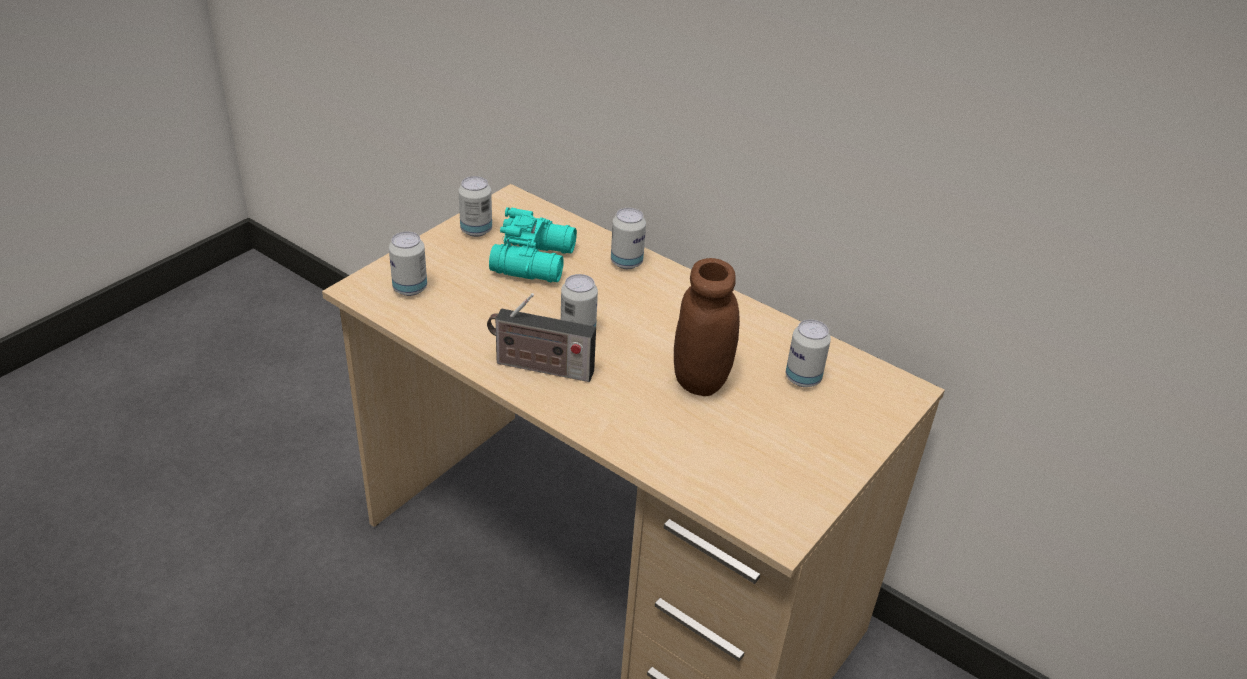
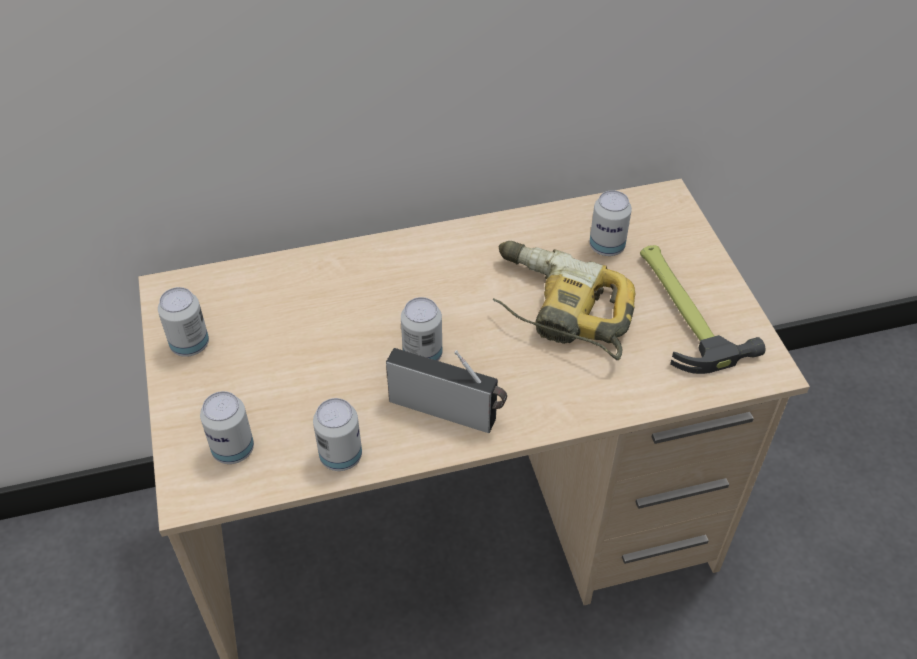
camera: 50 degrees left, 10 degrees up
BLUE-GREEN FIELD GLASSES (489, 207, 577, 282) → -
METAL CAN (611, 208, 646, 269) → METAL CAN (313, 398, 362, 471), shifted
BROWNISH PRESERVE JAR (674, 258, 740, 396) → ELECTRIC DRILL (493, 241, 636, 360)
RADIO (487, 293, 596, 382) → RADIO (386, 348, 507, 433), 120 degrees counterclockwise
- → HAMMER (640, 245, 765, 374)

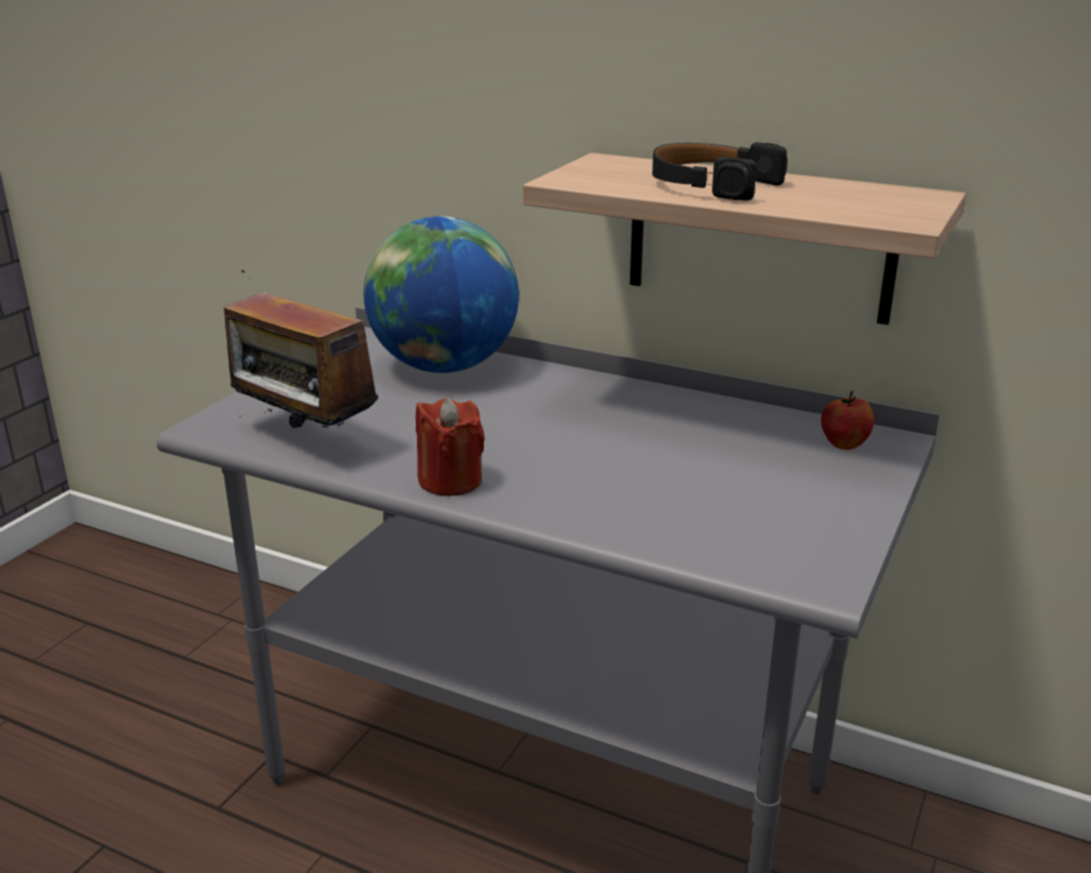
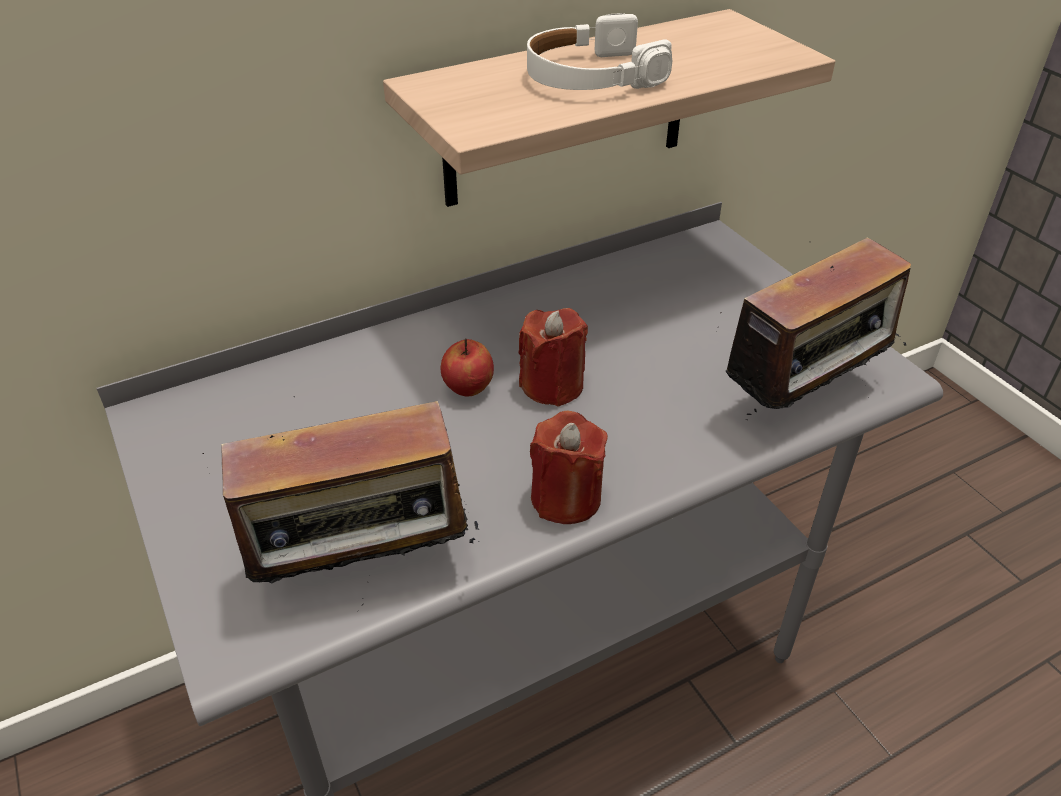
camera: 55 degrees left, 15 degrees up
BLACK-COLOURED HEADSET (652, 142, 787, 201) → WHITISH HEADSET (527, 13, 672, 90)
GLOBE (363, 216, 519, 373) → -
APPLE FRUIT (821, 391, 874, 450) → APPLE FRUIT (441, 338, 494, 396), shifted
- → RADIO (720, 237, 911, 420)
- → RED WAX LIGHT (518, 308, 588, 406)

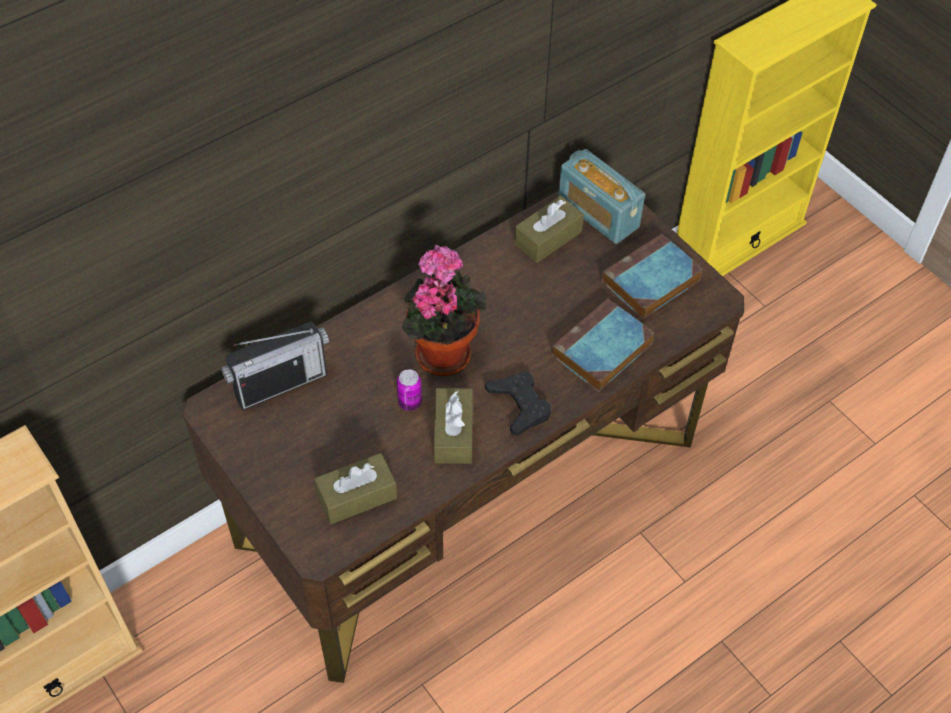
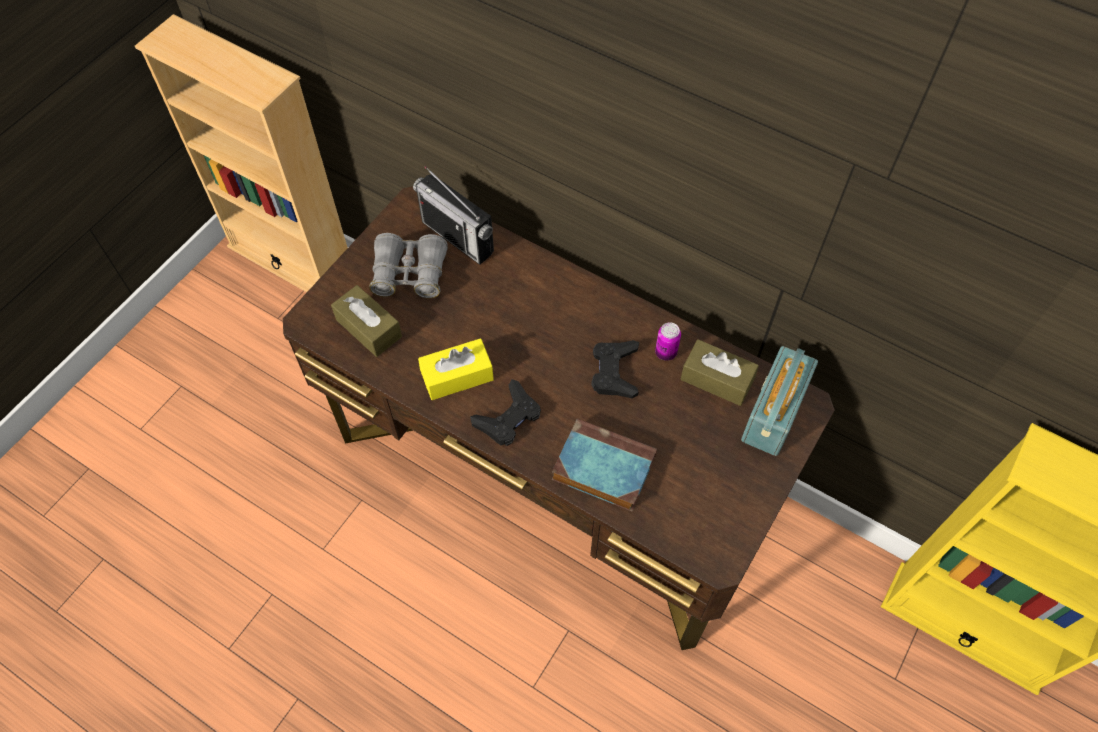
camera: 70 degrees right, 5 degrees up
VOLUME (602, 233, 704, 319) → -
POTTED PLANT (402, 245, 487, 376) → -
METAL CAN (397, 369, 422, 411) → METAL CAN (655, 322, 681, 361), shifted
BROWNISH TISSUE HOLDER (434, 388, 473, 464) → YELLOW-COLOURED TISSUE HOLDER (418, 338, 494, 400)
- → GREYISH FIELD GLASSES (369, 233, 448, 298)
- → BLACK-COLOURED GAMEPAD (591, 340, 639, 398)

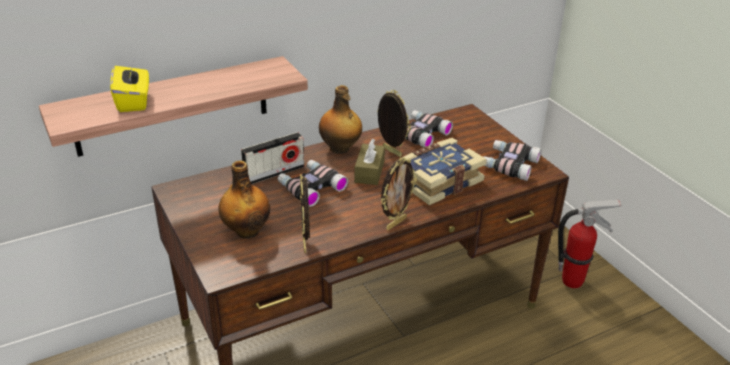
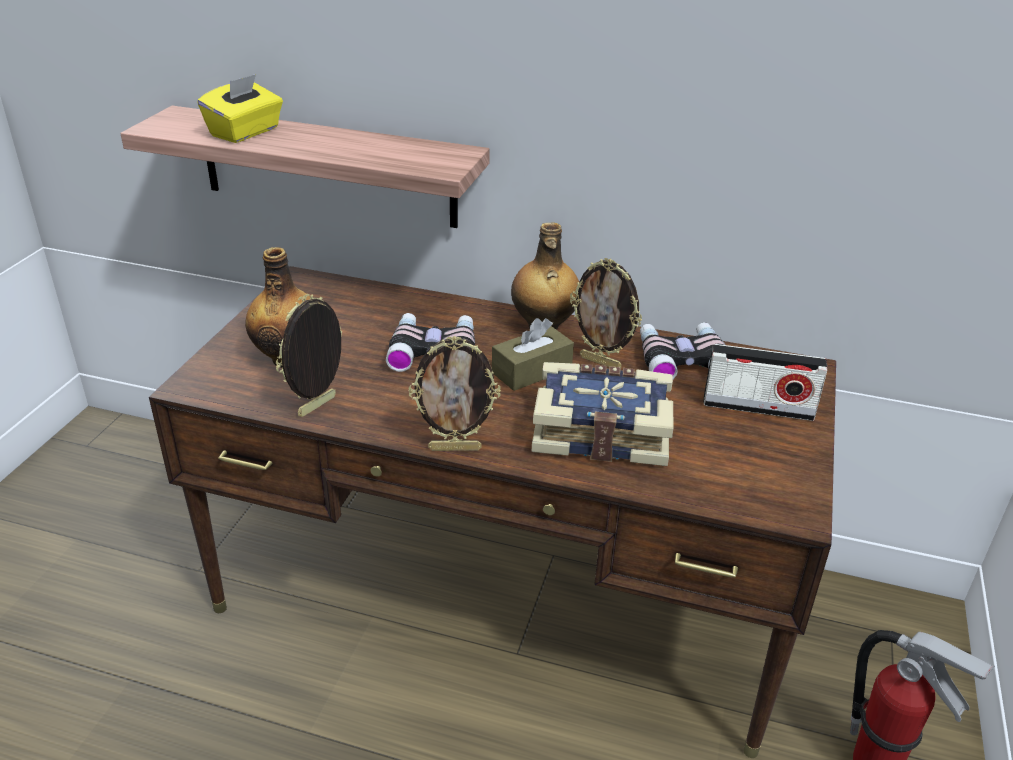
camera: 45 degrees right, 0 degrees up
PICTURE FRAME (377, 90, 411, 157) → PICTURE FRAME (570, 258, 642, 369), 120 degrees clockwise
RADIO (241, 132, 304, 184) → RADIO (703, 344, 828, 421), shifted
FIELD GLASSES (484, 140, 542, 181) → -

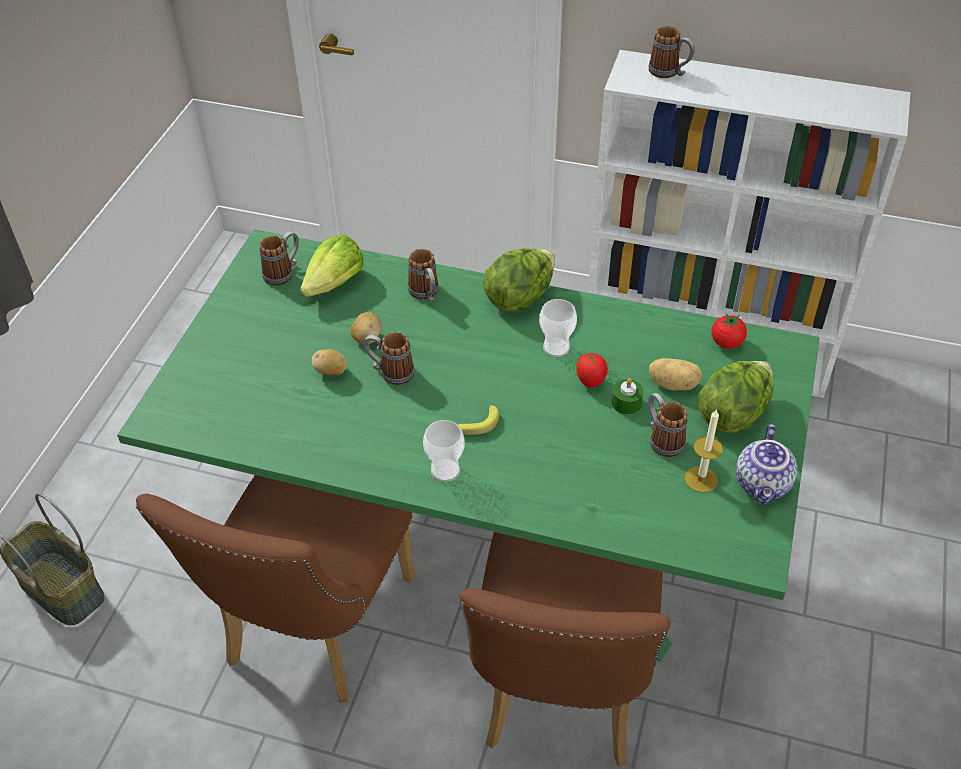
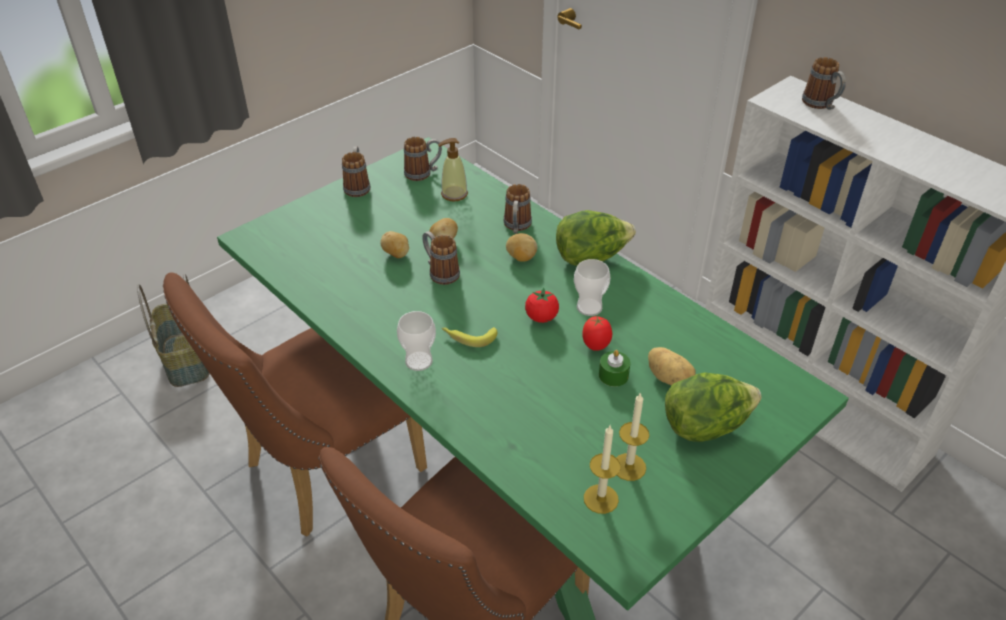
camera: 30 degrees right, 5 degrees down
HEAD OF LETTUCE (300, 235, 364, 297) → SOAP DISPENSER (438, 138, 468, 202)
WHOLE TOMATO (711, 313, 747, 349) → WHOLE TOMATO (525, 288, 559, 323), shifted
COFFEE MUG (648, 393, 688, 457) → COFFEE MUG (342, 146, 370, 197), shifted
TEA POT (736, 424, 797, 504) → -
- → SPUD (506, 233, 537, 262)
- → WAX LIGHT (584, 426, 621, 514)

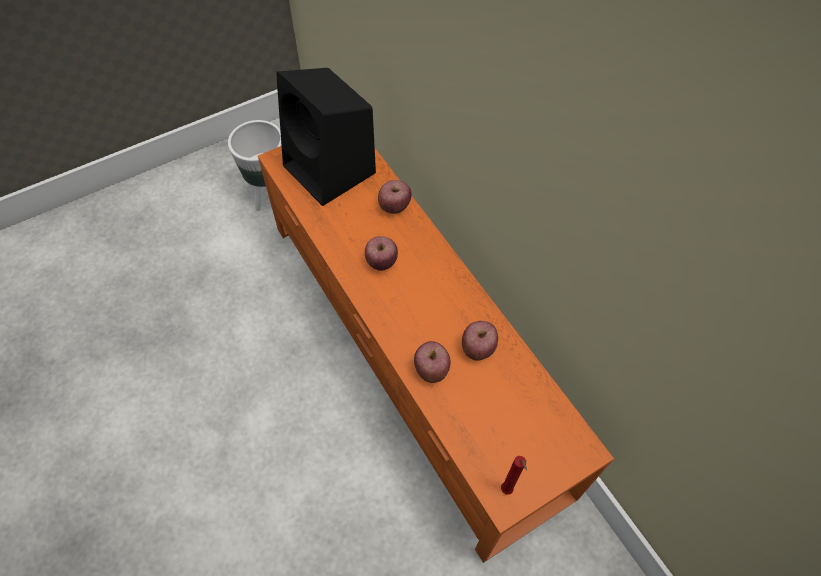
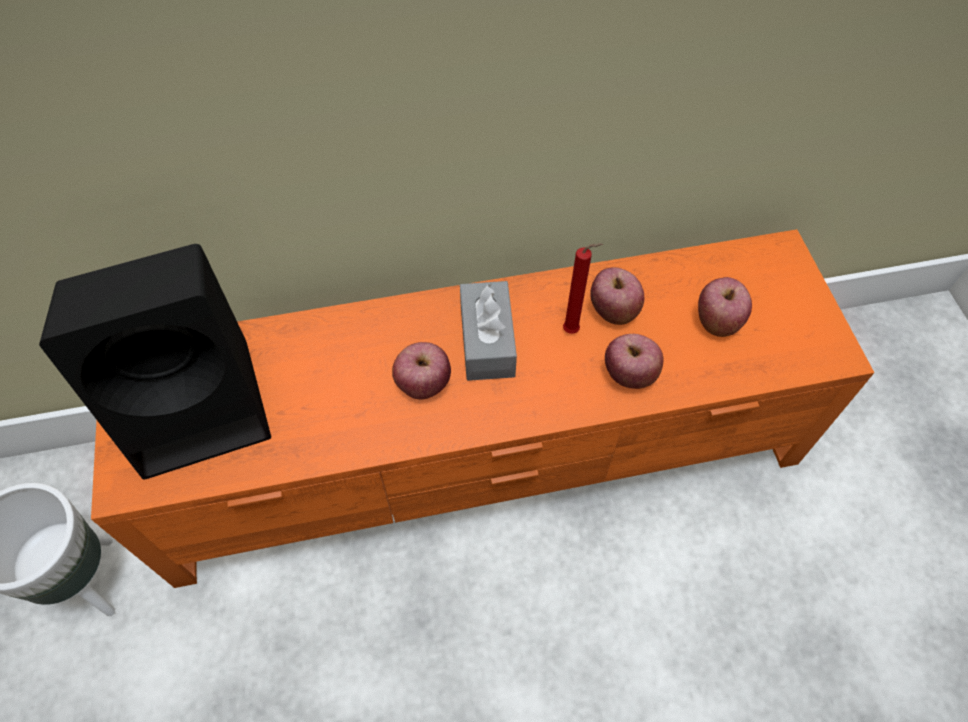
camera: 70 degrees left, 0 degrees up
APPLE FRUIT (378, 180, 412, 214) → APPLE FRUIT (698, 277, 752, 337), shifted
RED WAX LIGHT (501, 456, 527, 495) → RED WAX LIGHT (563, 243, 602, 334), shifted
- → GREYISH TISSUE HOLDER (460, 281, 517, 381)

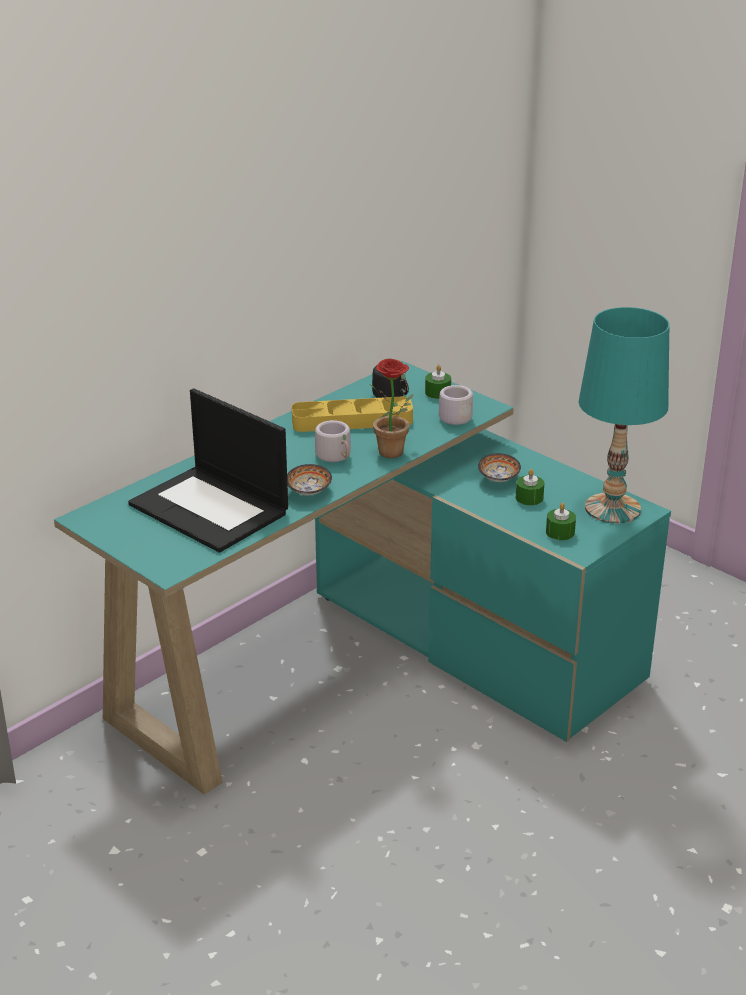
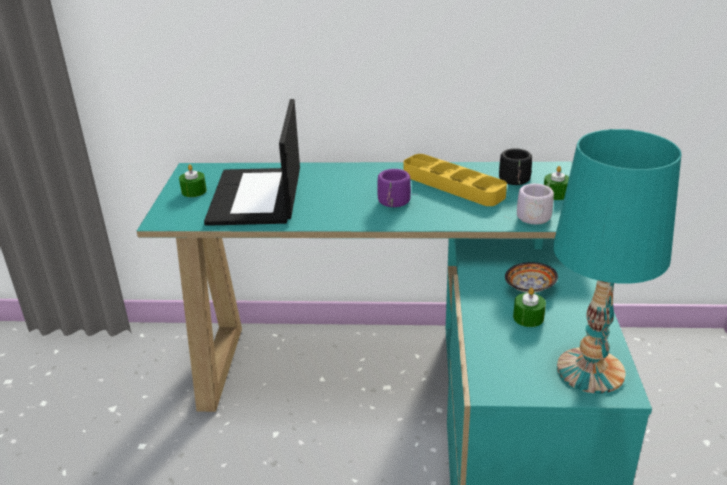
camera: 50 degrees right, 0 degrees up
POTTED PLANT (369, 358, 413, 458) → -
GREYISH COFFEE MUG (315, 420, 351, 462) → PURPLISH COFFEE MUG (377, 169, 414, 207)
DEEP DISH (287, 464, 332, 496) → -
GREEN WAX LIGHT (546, 503, 576, 540) → GREEN WAX LIGHT (179, 164, 207, 197), shifted

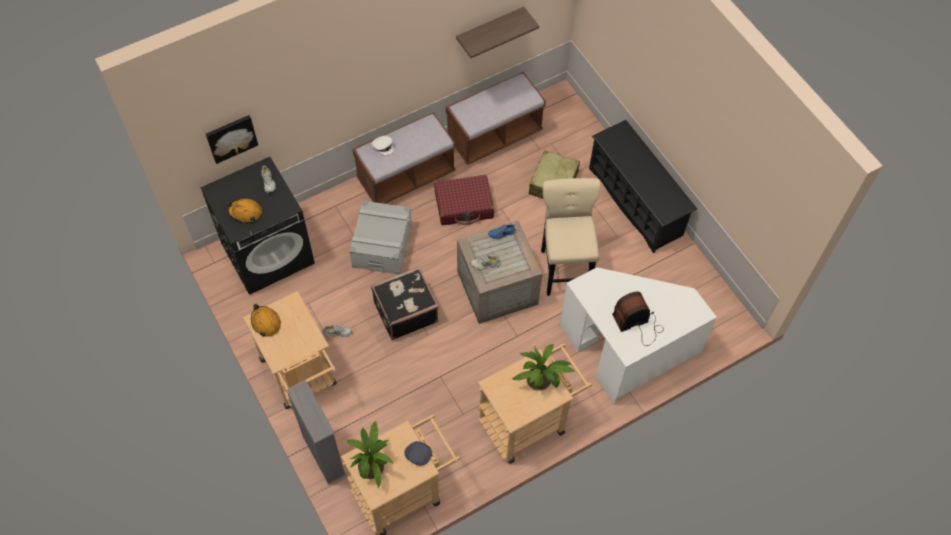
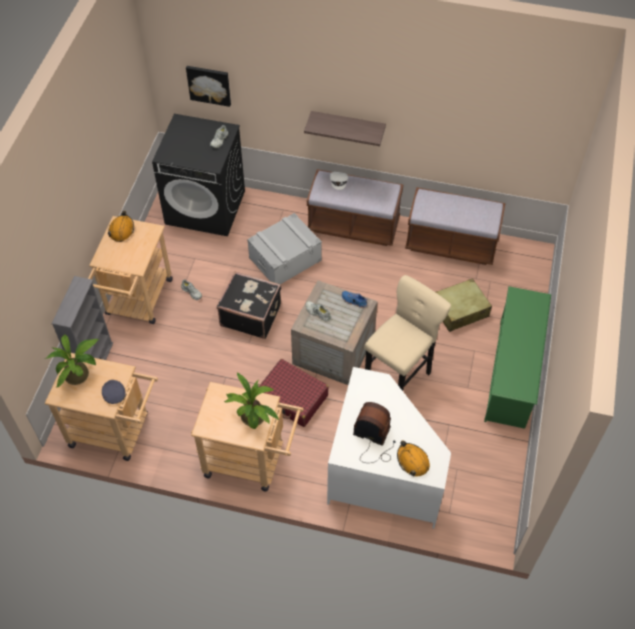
camera: 45 degrees right, 5 degrees down
WALL SHELF (456, 7, 539, 58) → WALL SHELF (304, 111, 386, 146), shifted
BLACK-COLOURED SHOE STAND (589, 120, 697, 253) → GREEN SHOE STAND (484, 286, 551, 429)
RED TRAVEL CASE (434, 175, 494, 225) → RED TRAVEL CASE (259, 359, 329, 427), shifted
ORANGE SAFETY HELMET (226, 199, 262, 223) → ORANGE SAFETY HELMET (397, 440, 430, 476), shifted

